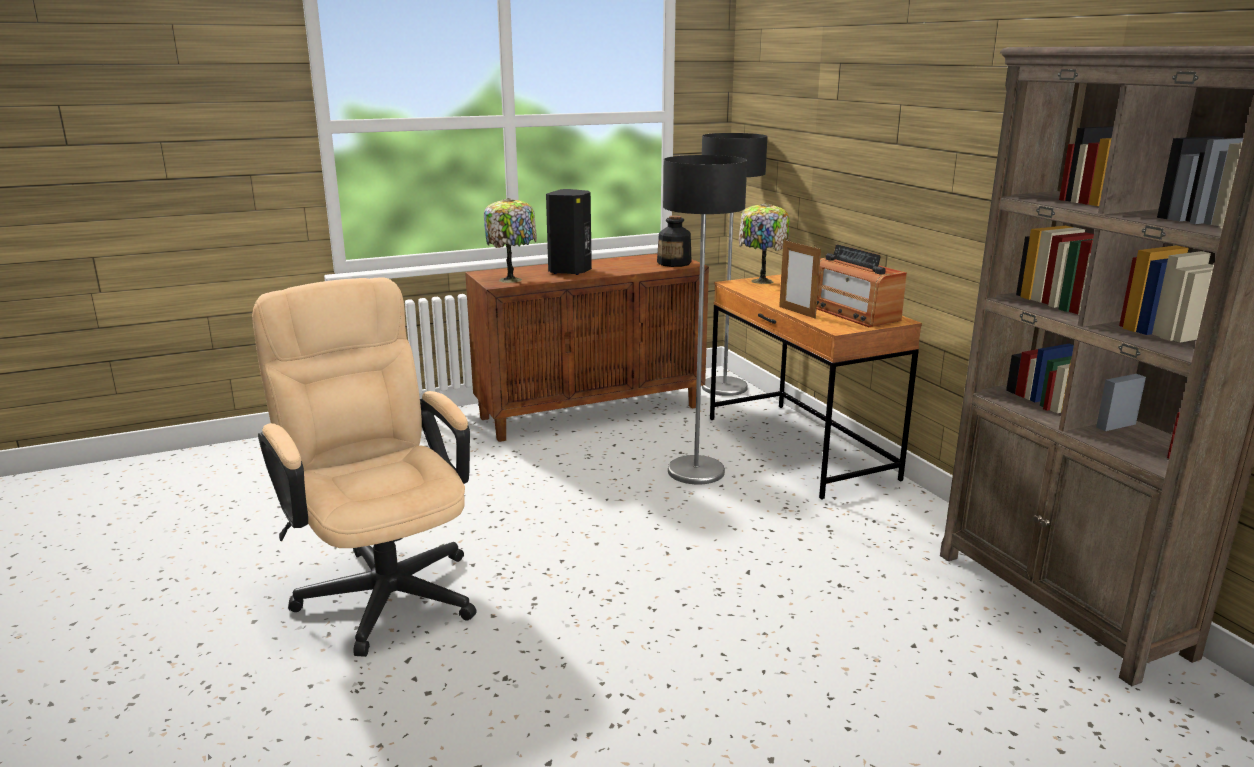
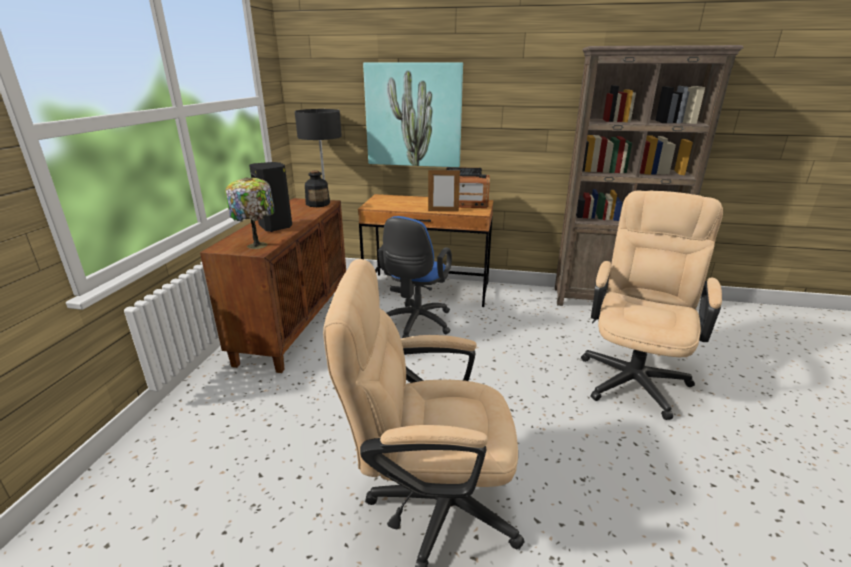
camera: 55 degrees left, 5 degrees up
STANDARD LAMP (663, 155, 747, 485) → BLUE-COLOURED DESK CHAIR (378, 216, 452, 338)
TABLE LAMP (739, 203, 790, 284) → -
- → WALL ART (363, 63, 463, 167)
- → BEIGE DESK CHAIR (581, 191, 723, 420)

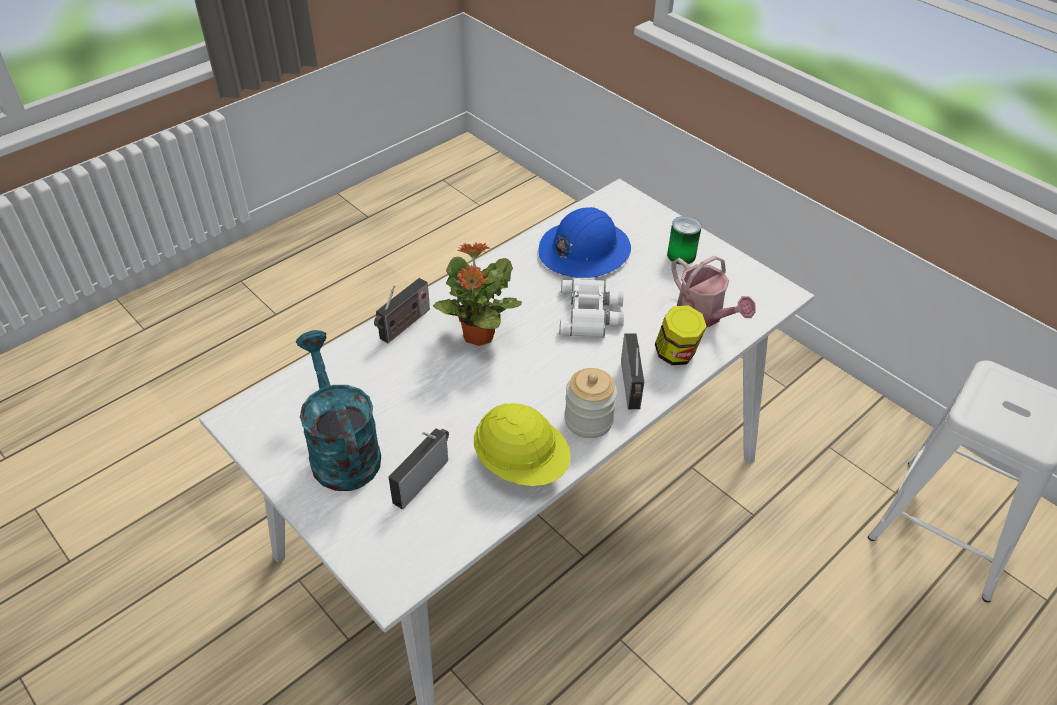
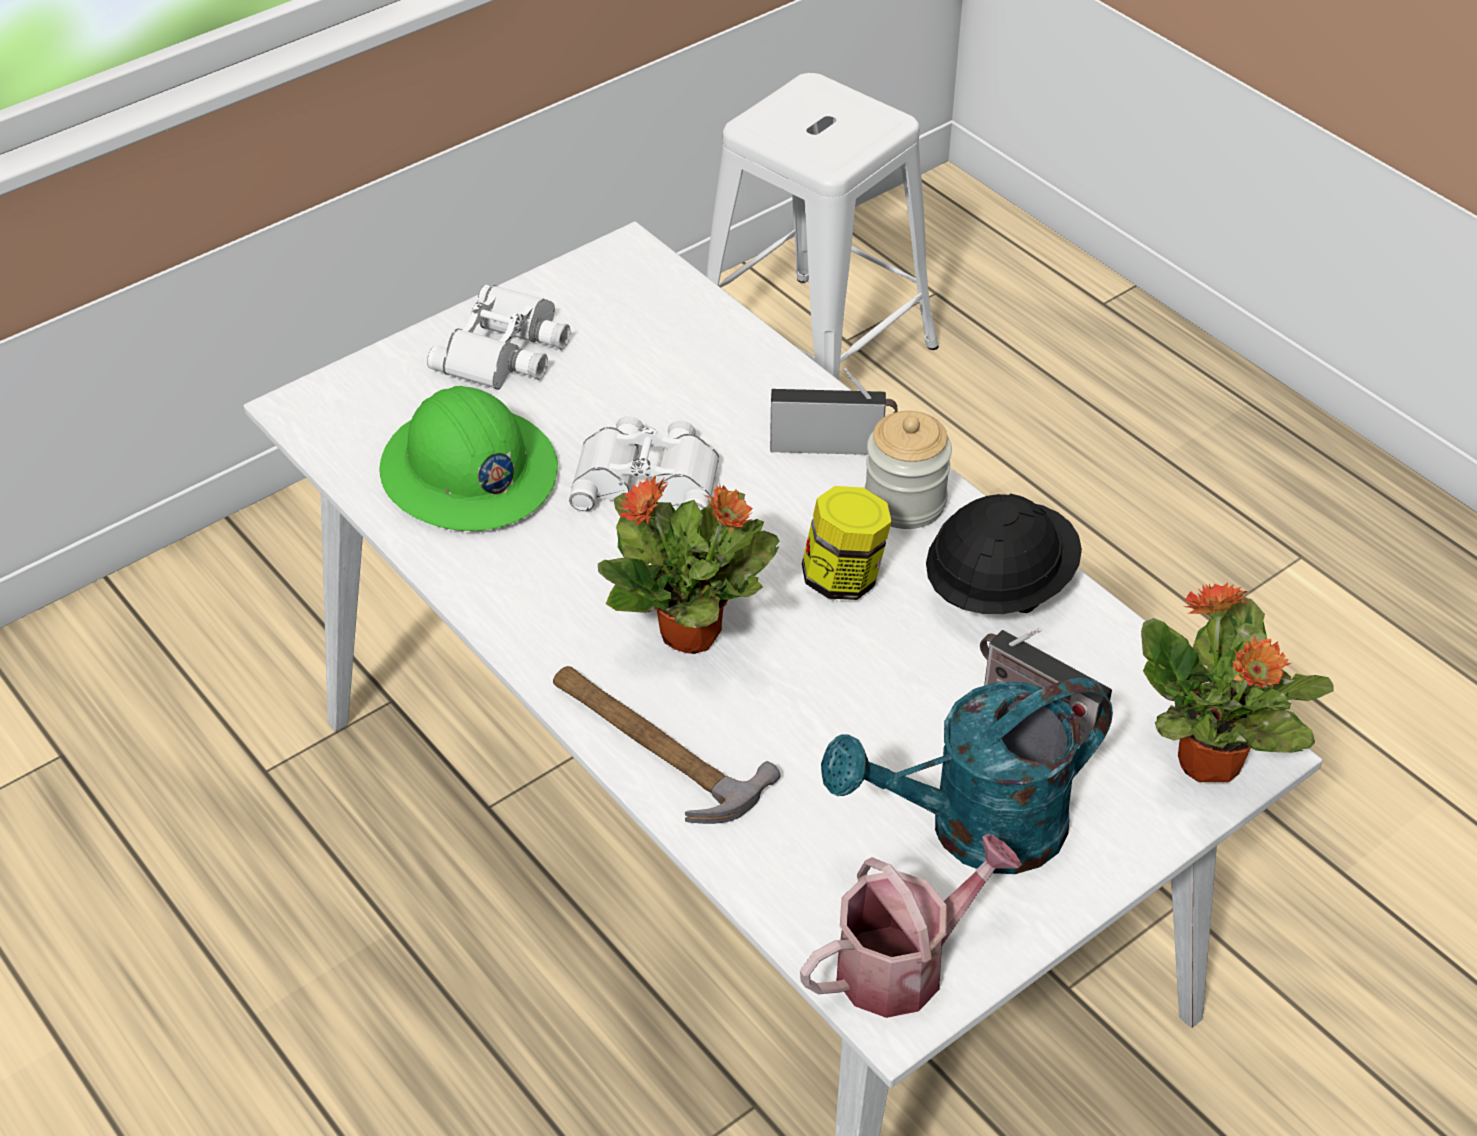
camera: 85 degrees left, 0 degrees up
BLUE-COLOURED SAFETY HELMET (538, 207, 631, 278) → GREEN SAFETY HELMET (379, 386, 558, 531)
METAL CAN (667, 216, 702, 265) → WHITISH FIELD GLASSES (427, 285, 571, 390)
WATERING CAN (671, 256, 756, 327) → WATERING CAN (800, 833, 1022, 1018), shifted
RADIO (374, 278, 430, 343) → HAMMER (553, 666, 780, 824)
PRESERVE JAR (655, 305, 707, 365) → PRESERVE JAR (802, 486, 892, 600), shifted
YELLOW-COLOURED SAFETY HELMET (474, 403, 571, 486) → BLACK-COLOURED SAFETY HELMET (926, 494, 1082, 614)
- → POTTED PLANT (1141, 582, 1333, 782)

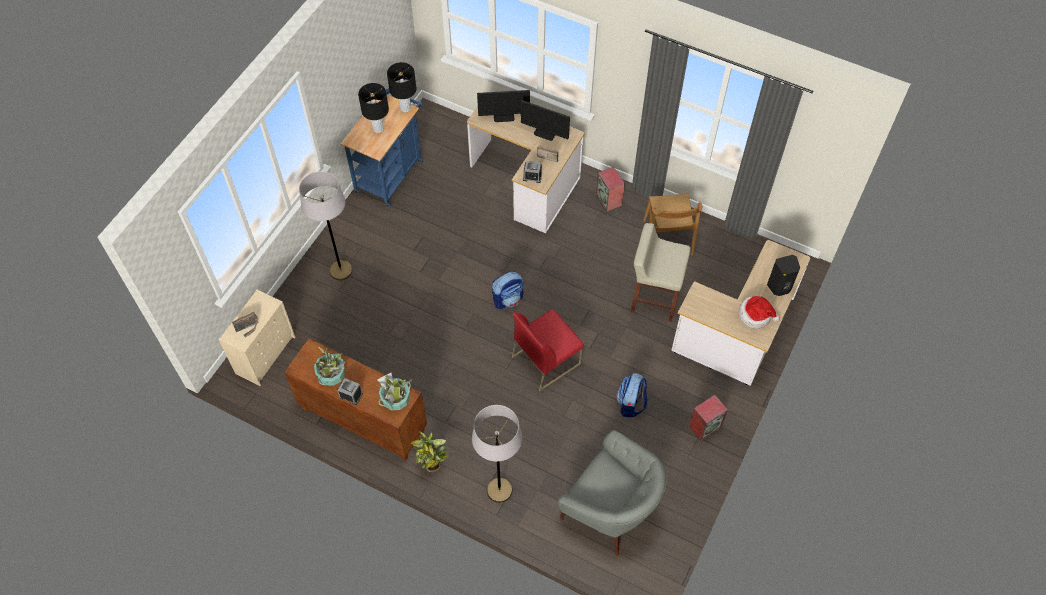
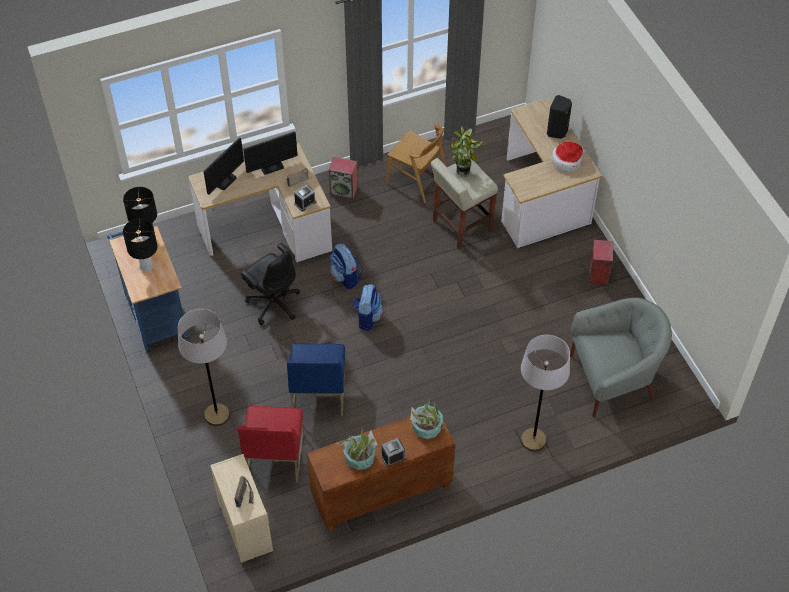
camera: 50 degrees left, 5 degrees down
RED UPRIGHT CHAIR (512, 309, 584, 391) → RED UPRIGHT CHAIR (238, 406, 304, 482), shifted
RUCKSACK (616, 373, 648, 417) → RUCKSACK (330, 243, 362, 289), shifted
POTTED PLANT (411, 431, 449, 472) → POTTED PLANT (449, 126, 483, 177), shifted
- → BLACK-COLOURED DESK CHAIR (241, 243, 300, 325)
- → BLUE-COLOURED UPRIGHT CHAIR (287, 344, 345, 416)

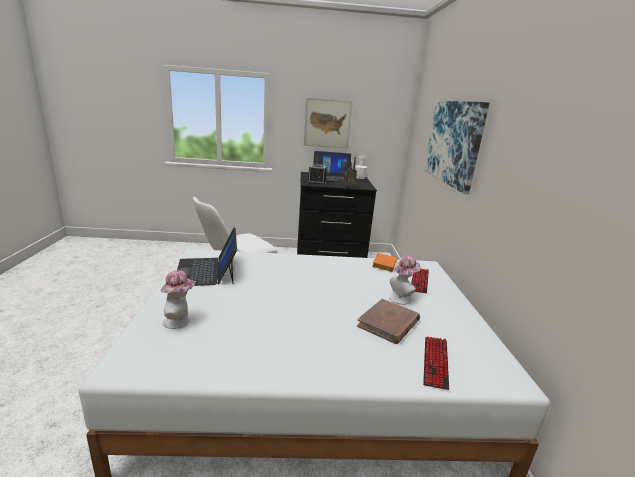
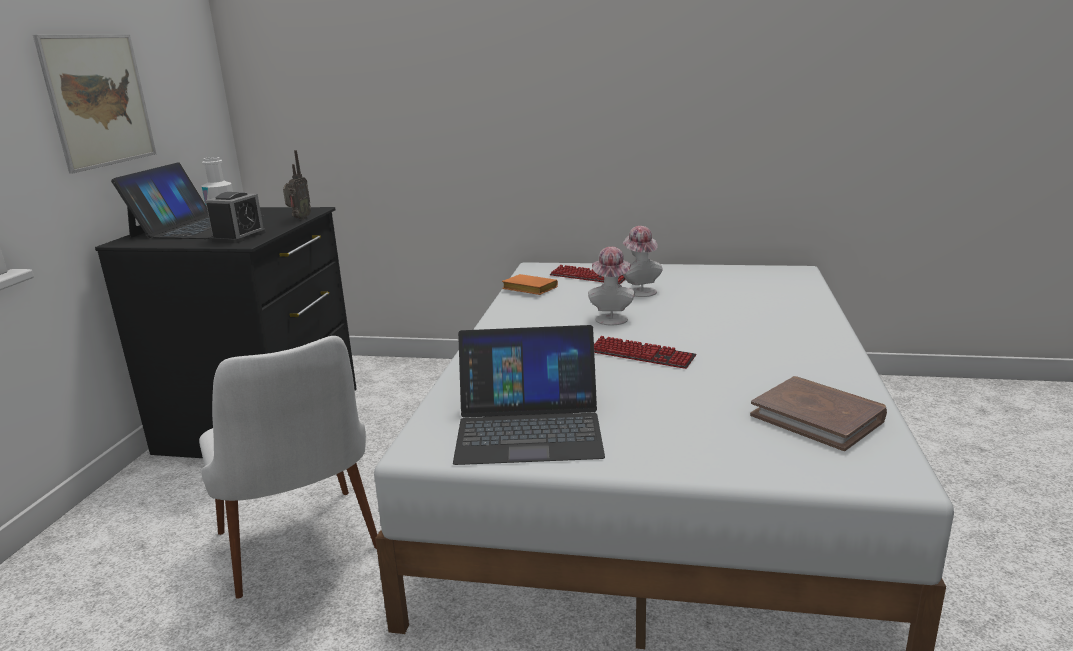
camera: 75 degrees left, 0 degrees up
WALL ART (424, 101, 489, 194) → -
CLOTHING HAT (161, 270, 196, 329) → CLOTHING HAT (588, 247, 635, 325), shifted
BROWNISH VOLUME (357, 299, 420, 344) → BROWNISH VOLUME (750, 376, 887, 451), shifted
KEYBOARD (423, 336, 449, 390) → KEYBOARD (594, 336, 697, 369), shifted

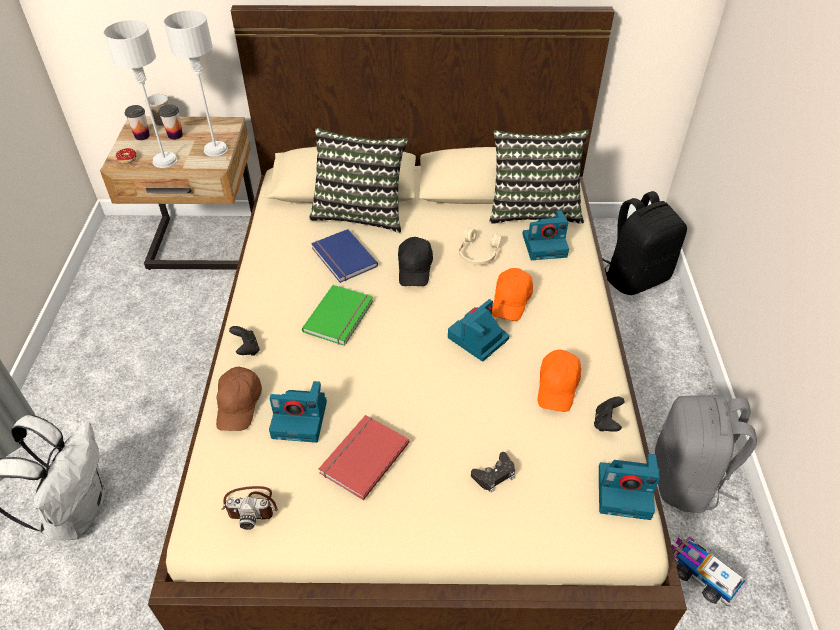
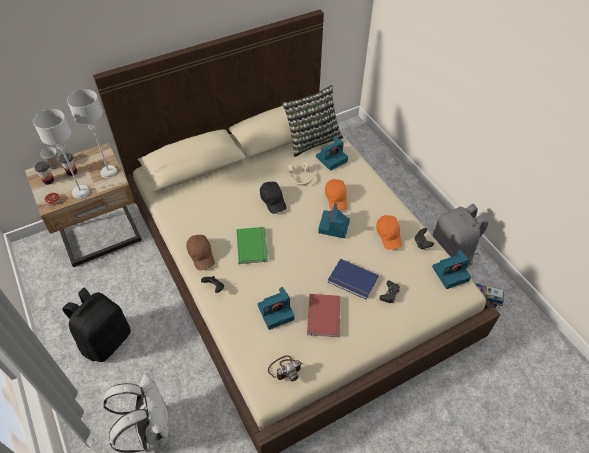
camera: 30 degrees left, 5 degrees up
THROW PILLOW (309, 128, 409, 233) → -
BLACK-COLOURED RUCKSACK (602, 191, 687, 295) → BLACK-COLOURED RUCKSACK (62, 288, 131, 362), shifted
BLUE-COLOURED VOLUME (311, 229, 378, 283) → BLUE-COLOURED VOLUME (328, 259, 379, 300), shifted
BROWNISH PEAKED CAP (216, 367, 262, 431) → BROWNISH PEAKED CAP (186, 235, 215, 271), shifted

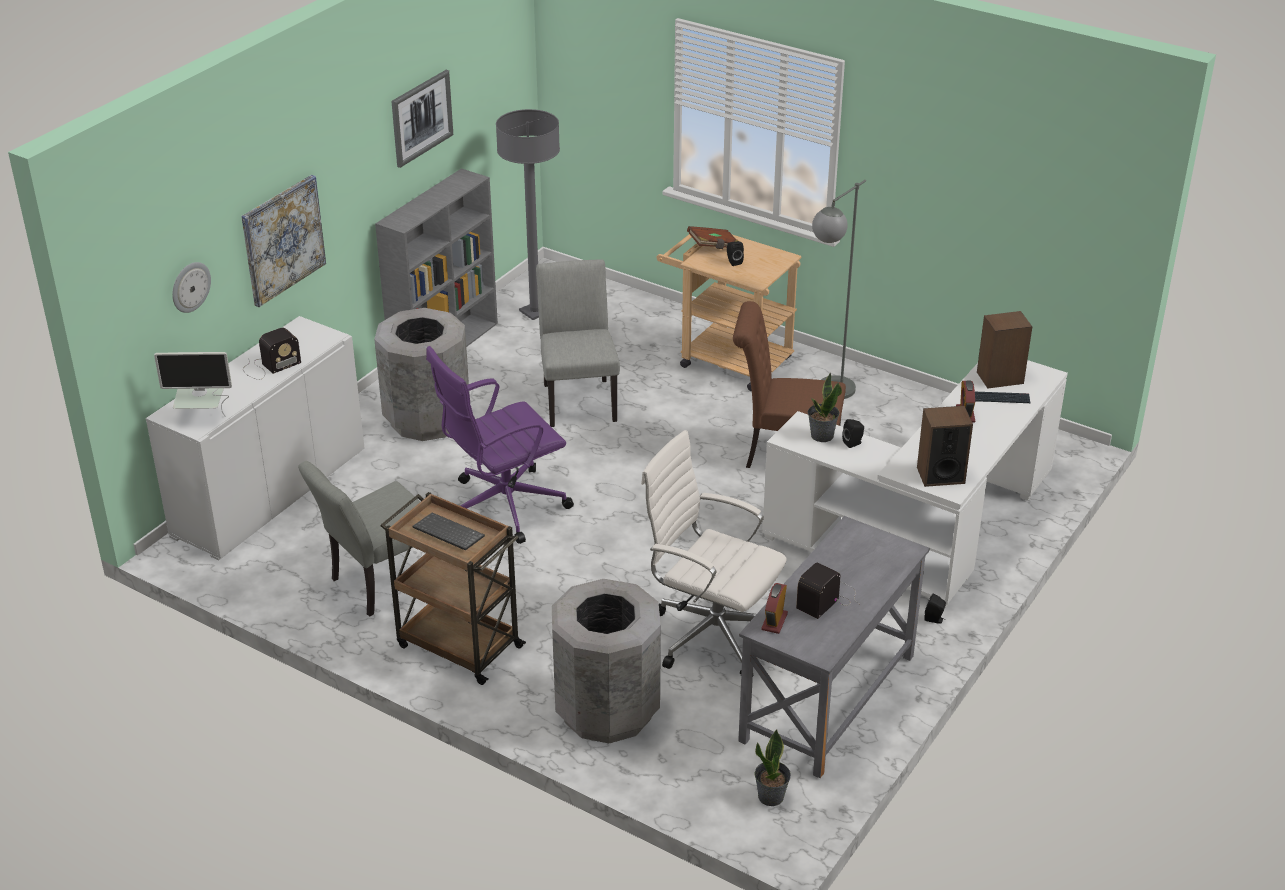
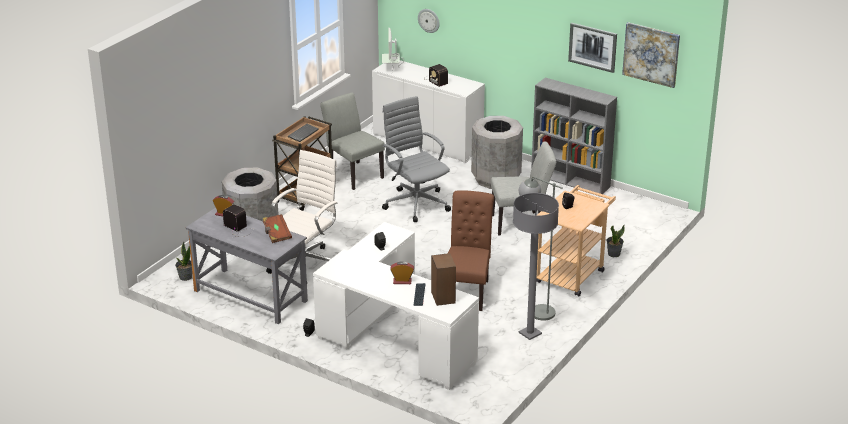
camera: 90 degrees right, 5 degrees down
GREYISH STANDARD LAMP (496, 109, 560, 320) → GREYISH STANDARD LAMP (513, 193, 559, 340), shifted
WALL ART (241, 175, 326, 307) → WALL ART (622, 22, 680, 88), shifted
BROWNISH VOLUME (687, 226, 738, 249) → BROWNISH VOLUME (263, 214, 292, 243), shifted
PURPLISH DESK CHAIR (426, 346, 574, 544) → GREYISH DESK CHAIR (382, 96, 451, 222)
POTTED PLANT (808, 373, 842, 442) → POTTED PLANT (606, 224, 625, 257), shifted
AUDIO SPEAKER (917, 406, 973, 487) → -

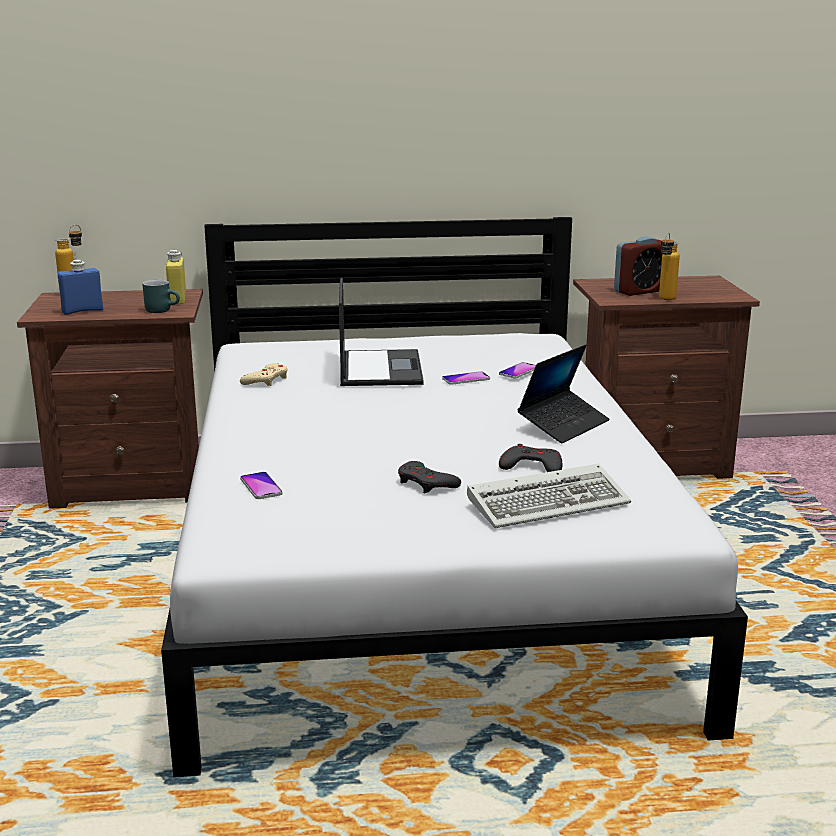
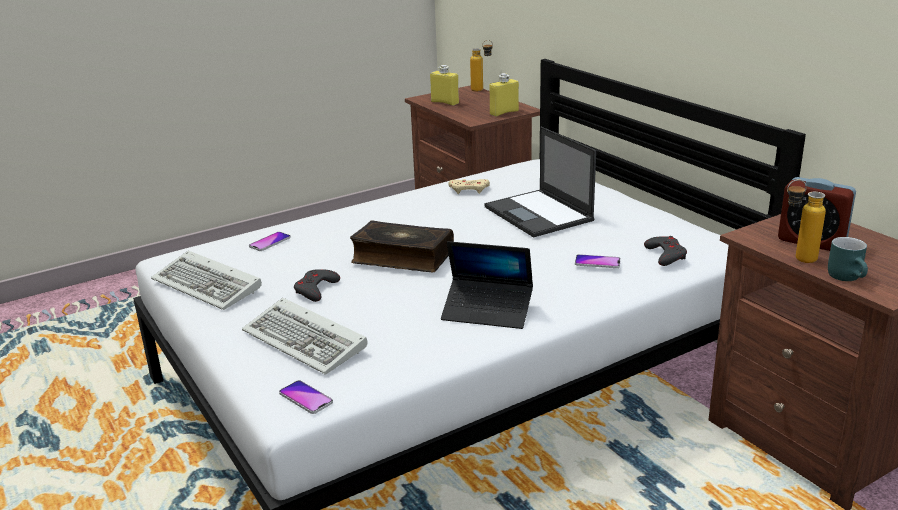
camera: 65 degrees right, 5 degrees up
BLUE-COLOURED BEVERAGE BOTTLE (58, 260, 103, 315) → YELLOW-COLOURED BEVERAGE BOTTLE (430, 65, 459, 106)
LAPTOP (339, 278, 424, 386) → LAPTOP (484, 127, 596, 238), 90 degrees clockwise
BLUE-GREEN COFFEE MUG (142, 280, 180, 313) → BLUE-GREEN COFFEE MUG (828, 237, 868, 281), shifted
PHONE (442, 371, 490, 385) → PHONE (279, 380, 333, 414), shifted
GREYISH GAMEPAD (499, 444, 563, 472) → GREYISH GAMEPAD (644, 236, 687, 266), shifted
- → VOLUME (350, 220, 454, 273)
- → KEYBOARD (151, 251, 262, 310)

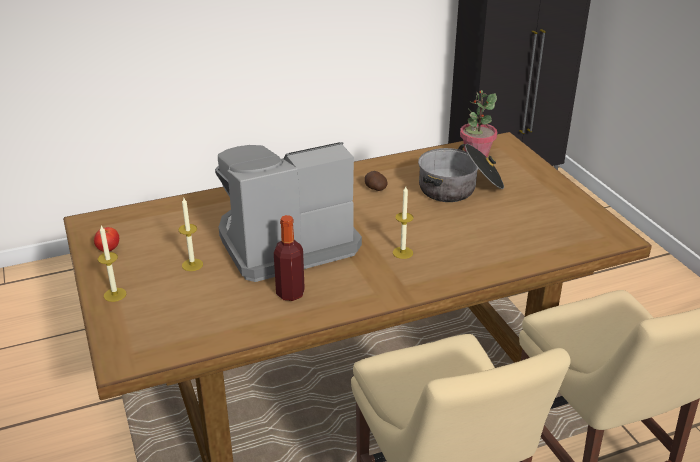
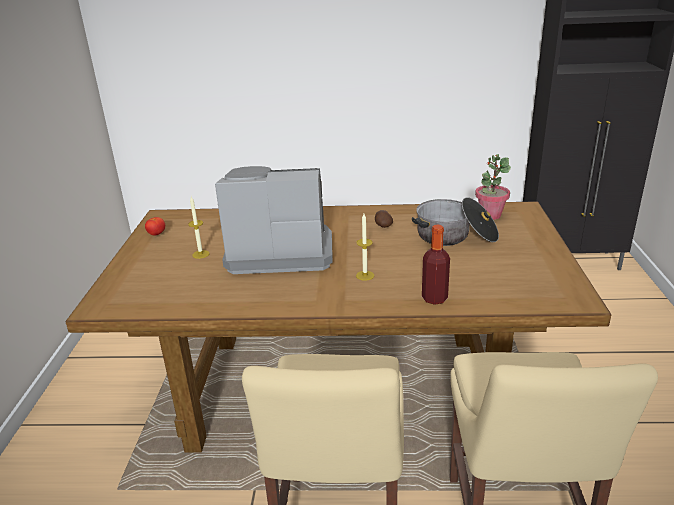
camera: 25 degrees right, 5 degrees down
BEVERAGE BOTTLE (274, 215, 305, 301) → BEVERAGE BOTTLE (422, 225, 450, 305), shifted
WAX LIGHT (98, 226, 126, 302) → -

